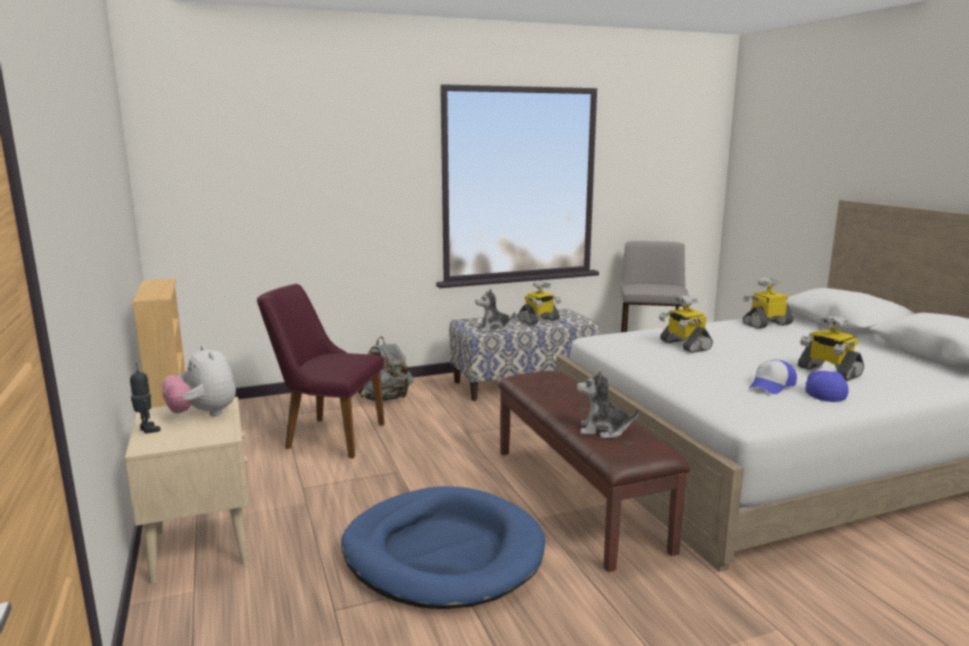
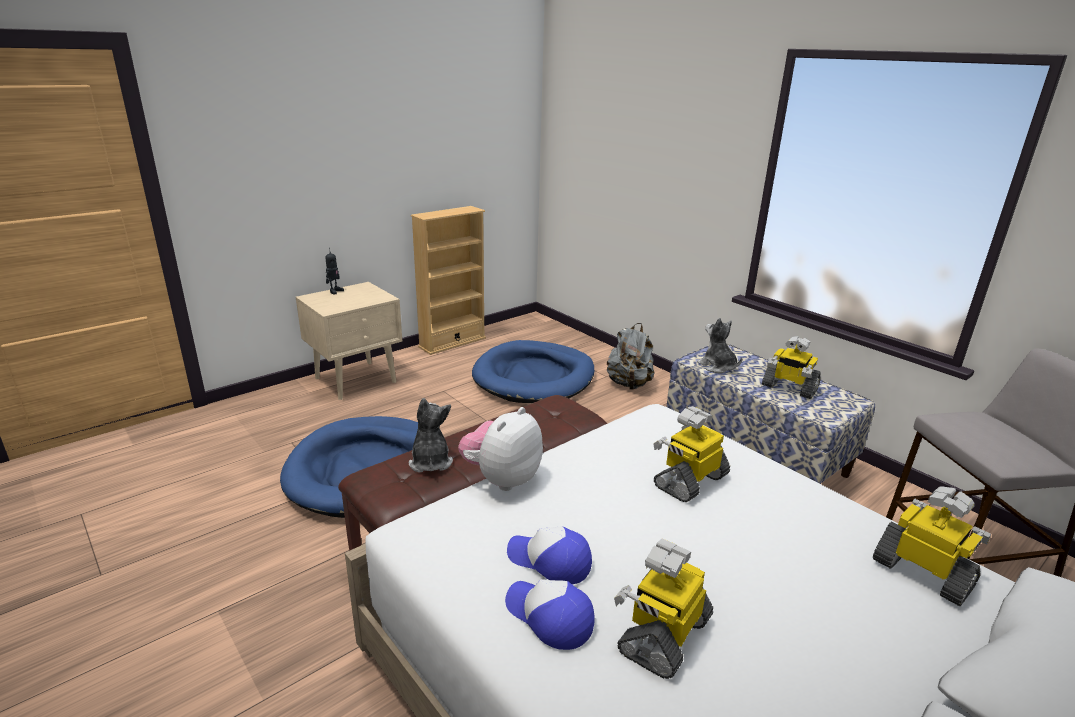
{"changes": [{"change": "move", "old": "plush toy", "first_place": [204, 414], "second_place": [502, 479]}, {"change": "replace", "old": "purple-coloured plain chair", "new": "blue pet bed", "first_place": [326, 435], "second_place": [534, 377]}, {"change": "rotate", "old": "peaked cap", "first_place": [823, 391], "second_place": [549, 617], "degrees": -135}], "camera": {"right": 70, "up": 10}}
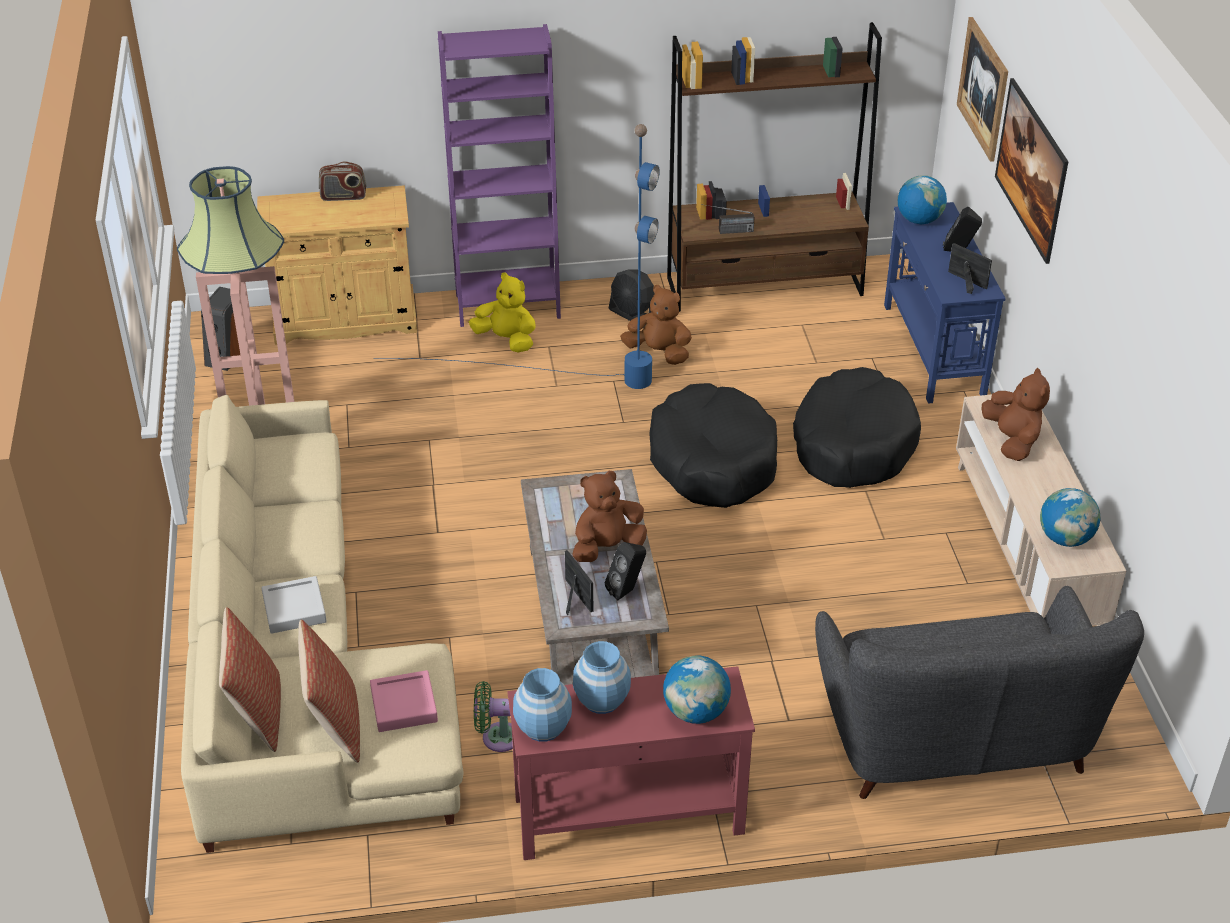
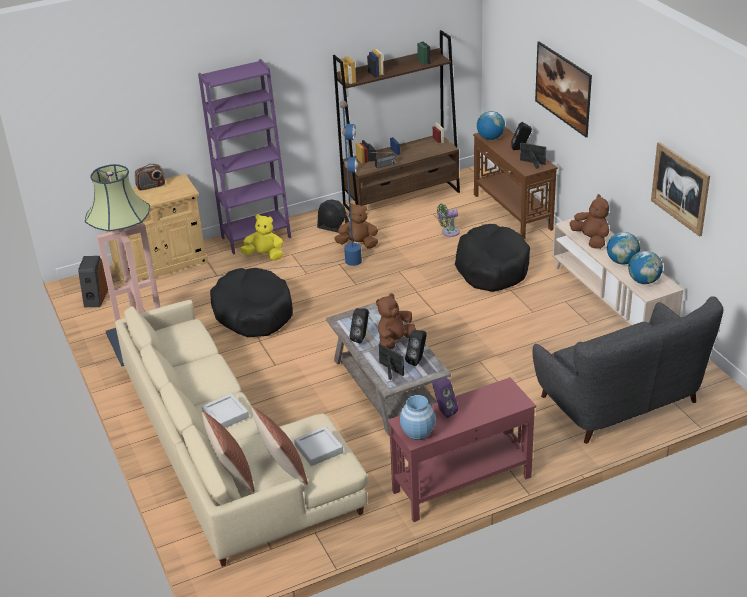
{"changes": [{"change": "insert", "new": "black loudspeaker", "second_place": [361, 338]}, {"change": "move", "old": "green-coloured electric fan", "first_place": [496, 737], "second_place": [448, 232]}, {"change": "move", "old": "black pet bed", "first_place": [713, 461], "second_place": [253, 312]}, {"change": "move", "old": "desk globe", "first_place": [696, 712], "second_place": [622, 261]}, {"change": "move", "old": "picture", "first_place": [983, 88], "second_place": [680, 188]}, {"change": "replace", "old": "blue flower vase", "new": "purple-coloured loudspeaker", "first_place": [601, 700], "second_place": [443, 411]}, {"change": "recolor", "old": "pink-coloured serving tray", "new": "gray serving tray", "first_place": [404, 705], "second_place": [319, 449]}, {"change": "recolor", "old": "blue console table", "new": "brown console table", "first_place": [933, 350], "second_place": [512, 212]}], "camera": {"right": -15, "up": -5}}
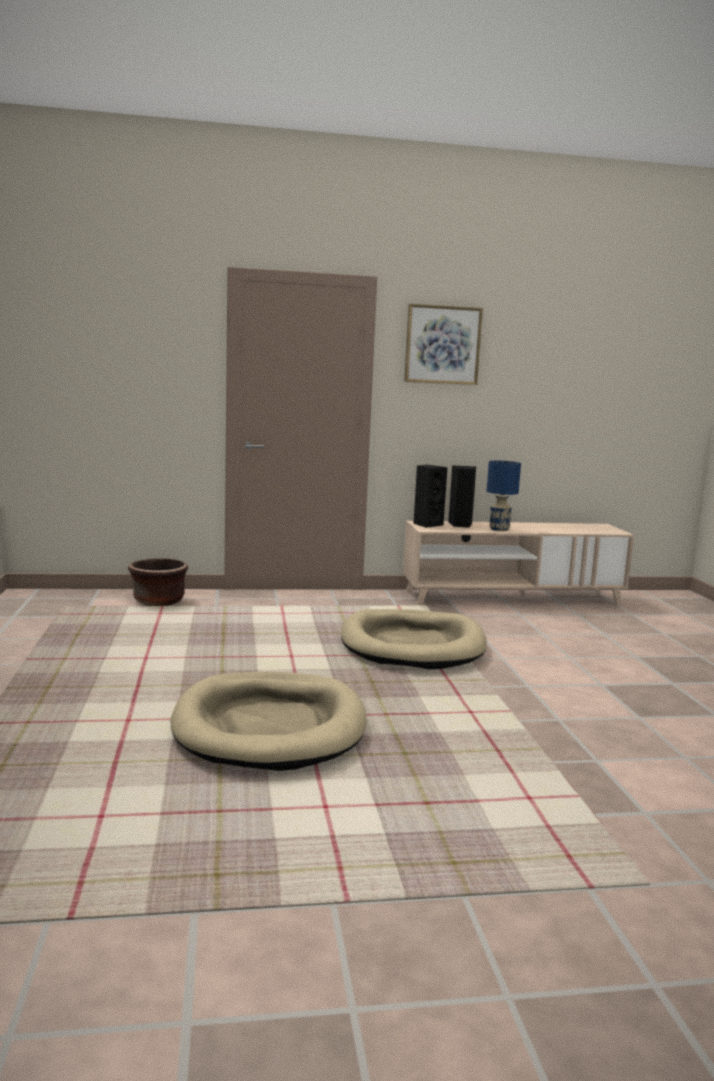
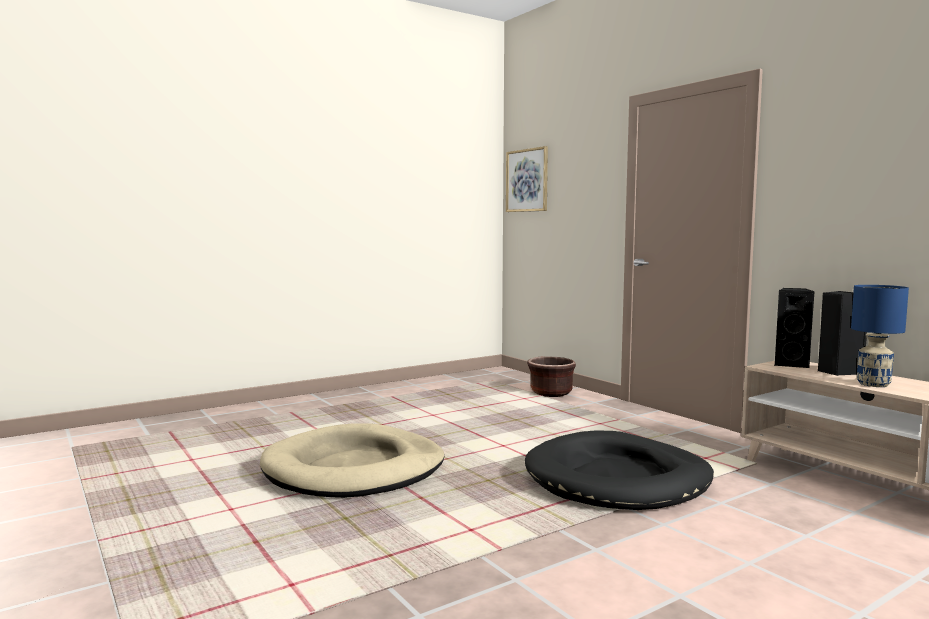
{"changes": [{"change": "move", "old": "picture", "first_place": [442, 345], "second_place": [527, 180]}, {"change": "recolor", "old": "beige-coloured pet bed", "new": "black pet bed", "first_place": [412, 645], "second_place": [617, 479]}], "camera": {"right": 65, "up": -5}}
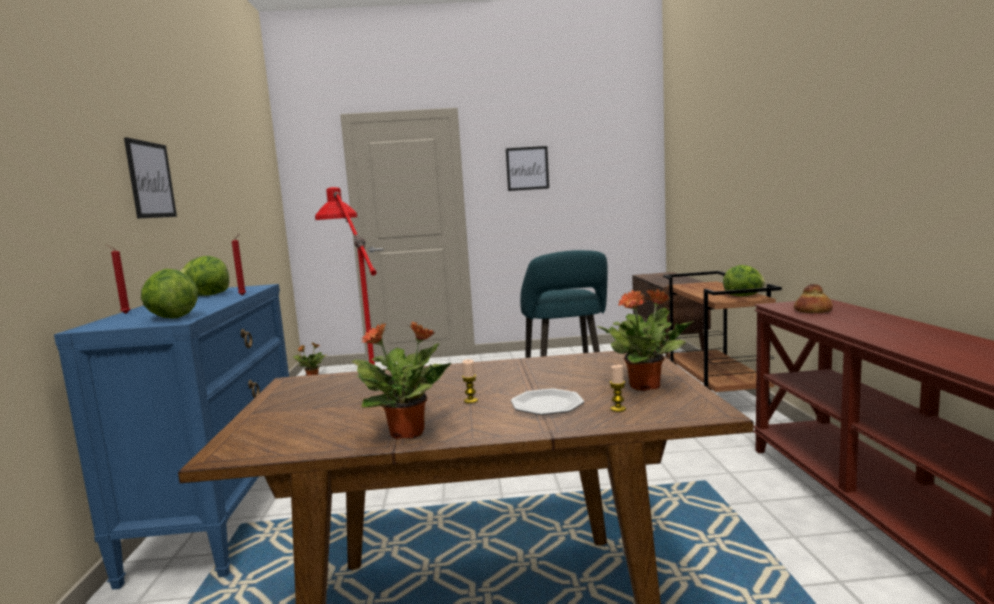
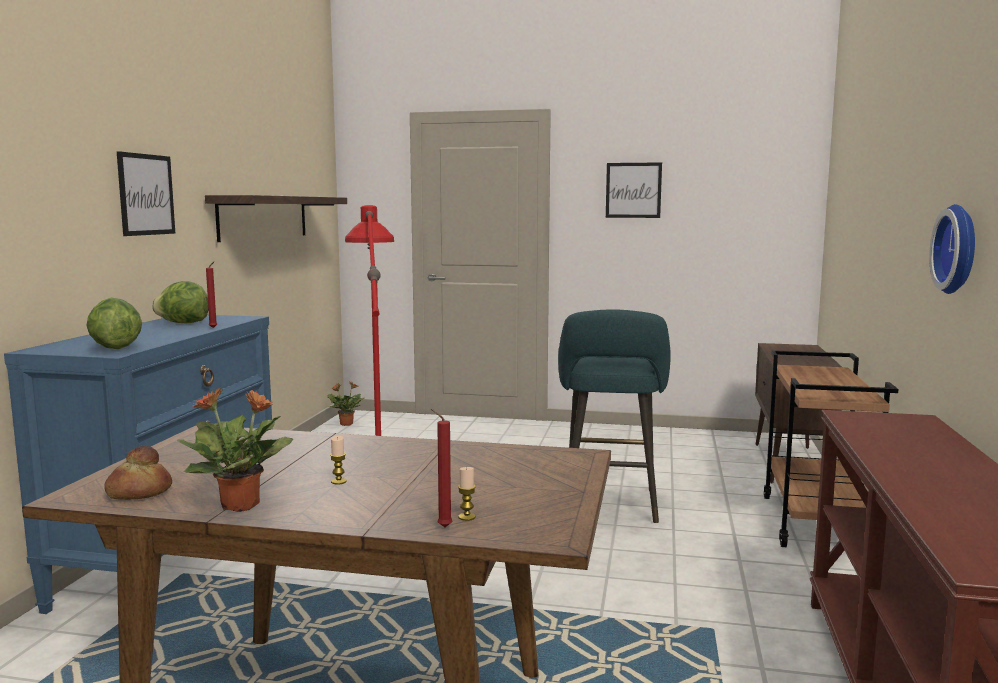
{"changes": [{"change": "delete", "old": "flat dish", "first_place": [548, 405]}, {"change": "delete", "old": "potted plant", "first_place": [645, 386]}, {"change": "delete", "old": "lettuce", "first_place": [744, 296]}, {"change": "insert", "new": "shelf", "second_place": [264, 217]}, {"change": "insert", "new": "clock on the wall", "second_place": [960, 249]}, {"change": "move", "old": "reddish wax candle", "first_place": [124, 313], "second_place": [442, 527]}, {"change": "move", "old": "bread", "first_place": [813, 311], "second_place": [138, 492]}], "camera": {"right": 15, "up": 0}}
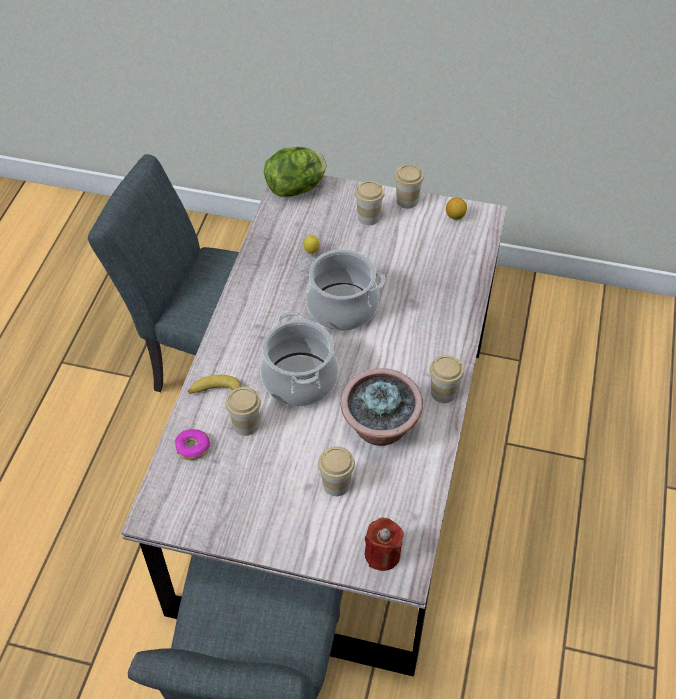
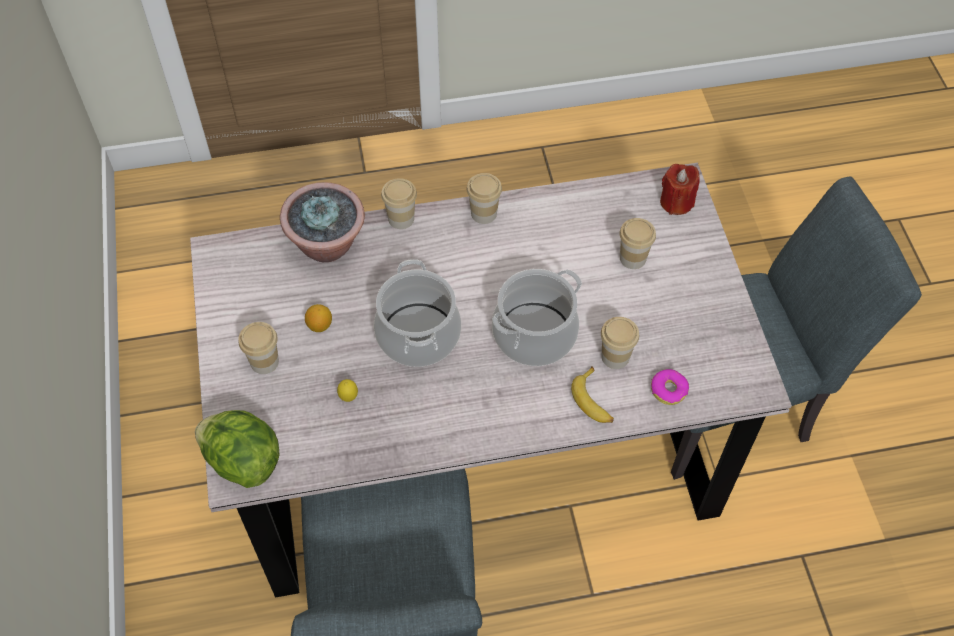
{"changes": [{"change": "move", "old": "potted plant", "first_place": [380, 429], "second_place": [327, 245]}, {"change": "move", "old": "small cup", "first_place": [407, 201], "second_place": [401, 219]}, {"change": "move", "old": "lemon", "first_place": [455, 216], "second_place": [319, 325]}], "camera": {"right": -115, "up": 5}}
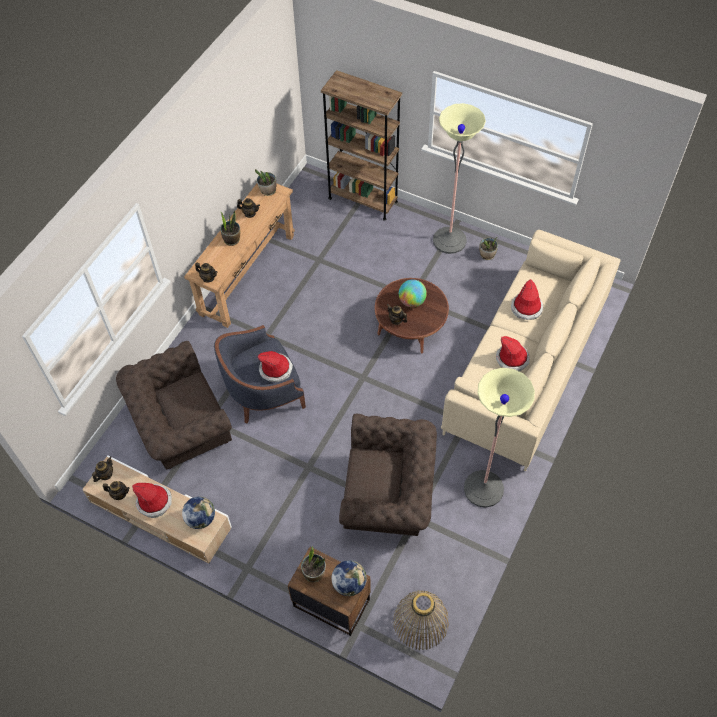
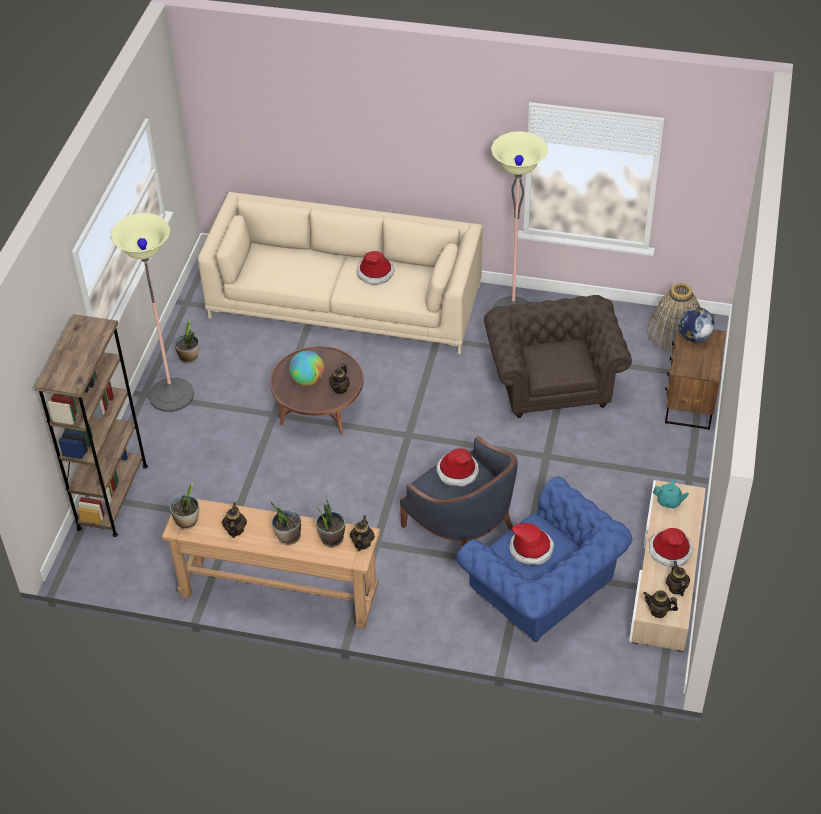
{"changes": [{"change": "move", "old": "potted plant", "first_place": [314, 573], "second_place": [331, 538]}, {"change": "move", "old": "hat", "first_place": [526, 308], "second_place": [531, 549]}, {"change": "replace", "old": "desk globe", "new": "turquoise-coloured teapot", "first_place": [201, 518], "second_place": [669, 502]}, {"change": "recolor", "old": "brown easy chair", "new": "blue easy chair", "first_place": [181, 427], "second_place": [543, 592]}], "camera": {"right": -105, "up": -10}}
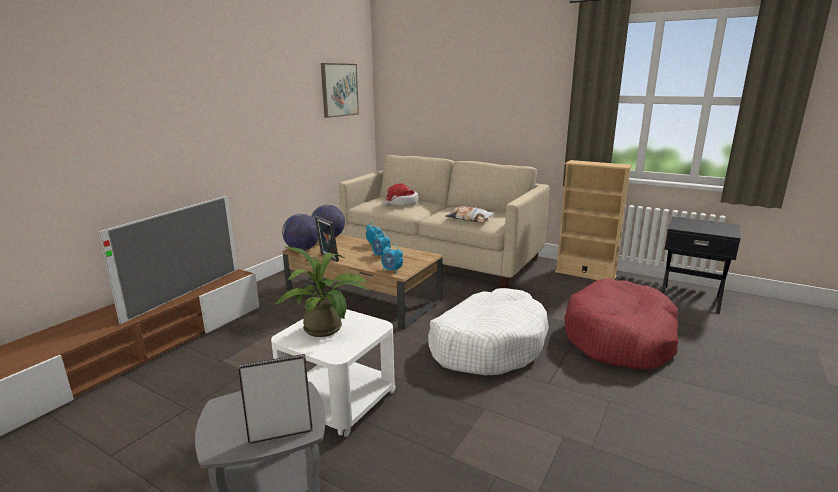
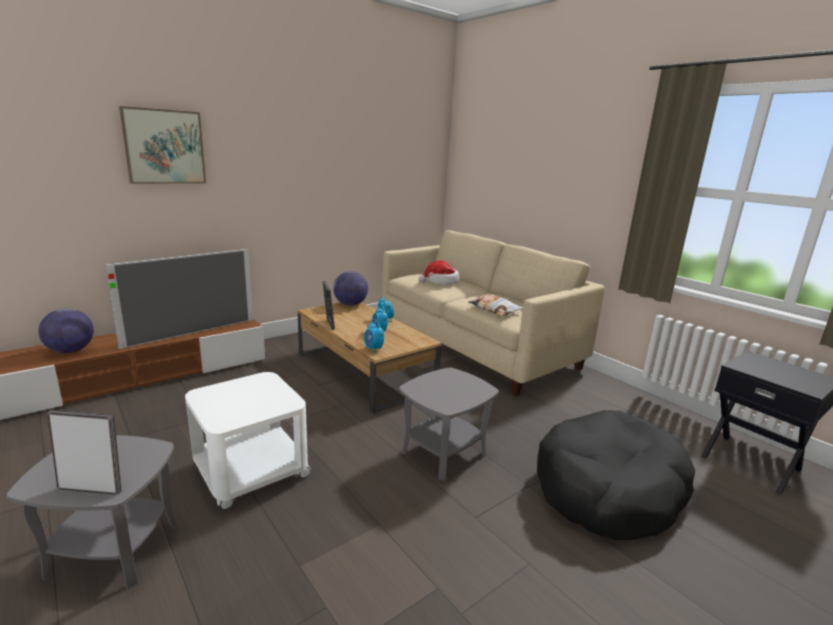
{"changes": [{"change": "delete", "old": "potted plant", "first_place": [326, 330]}, {"change": "delete", "old": "beige-coloured shelving unit", "first_place": [585, 274]}, {"change": "move", "old": "desk globe", "first_place": [302, 249], "second_place": [70, 351]}, {"change": "move", "old": "picture", "first_place": [339, 90], "second_place": [164, 147]}, {"change": "replace", "old": "white-coloured pet bed", "new": "gray end table", "first_place": [487, 345], "second_place": [444, 453]}, {"change": "recolor", "old": "reddish pet bed", "new": "black pet bed", "first_place": [620, 338], "second_place": [608, 489]}], "camera": {"right": 20, "up": 0}}
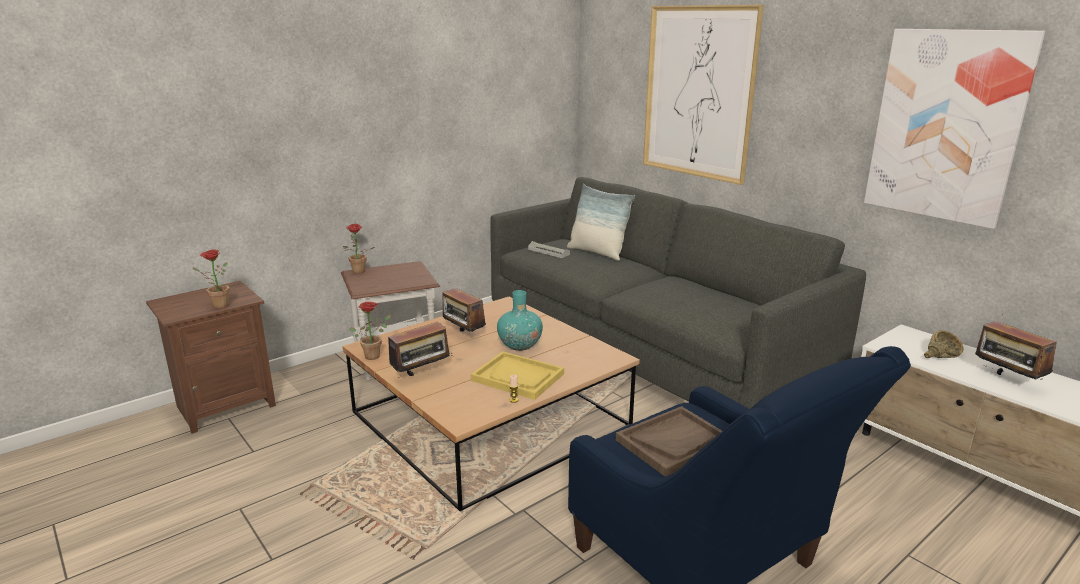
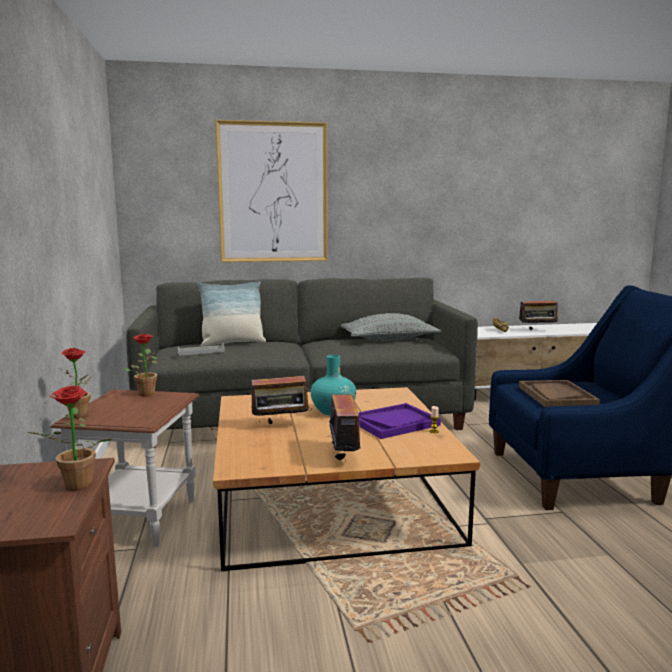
{"changes": [{"change": "delete", "old": "picture", "first_place": [946, 126]}, {"change": "insert", "new": "gray throw pillow", "second_place": [389, 340]}, {"change": "move", "old": "potted plant", "first_place": [374, 355], "second_place": [146, 393]}, {"change": "recolor", "old": "yellow-coloured serving tray", "new": "purple-coloured serving tray", "first_place": [518, 377], "second_place": [394, 423]}], "camera": {"right": -60, "up": -10}}
